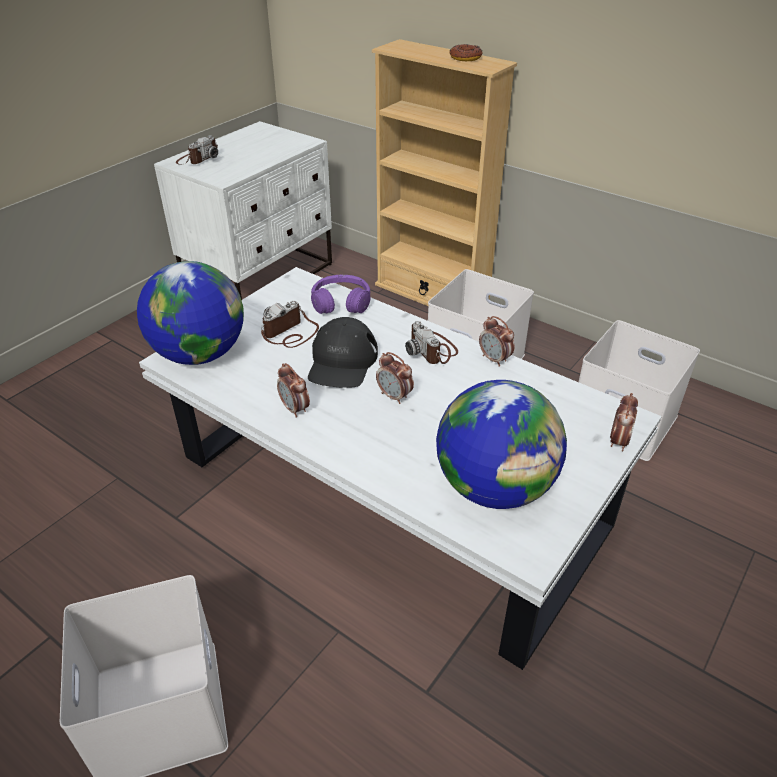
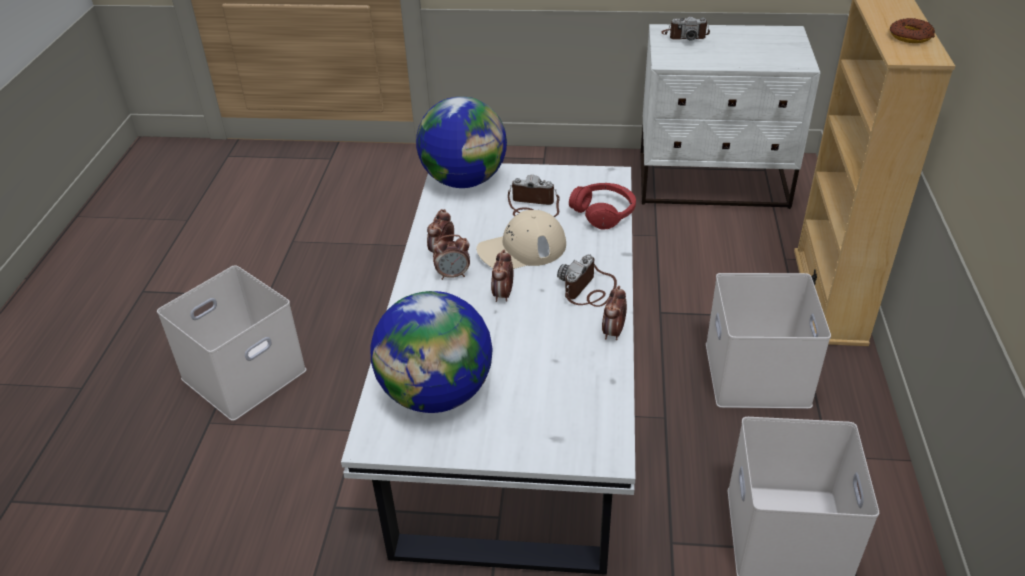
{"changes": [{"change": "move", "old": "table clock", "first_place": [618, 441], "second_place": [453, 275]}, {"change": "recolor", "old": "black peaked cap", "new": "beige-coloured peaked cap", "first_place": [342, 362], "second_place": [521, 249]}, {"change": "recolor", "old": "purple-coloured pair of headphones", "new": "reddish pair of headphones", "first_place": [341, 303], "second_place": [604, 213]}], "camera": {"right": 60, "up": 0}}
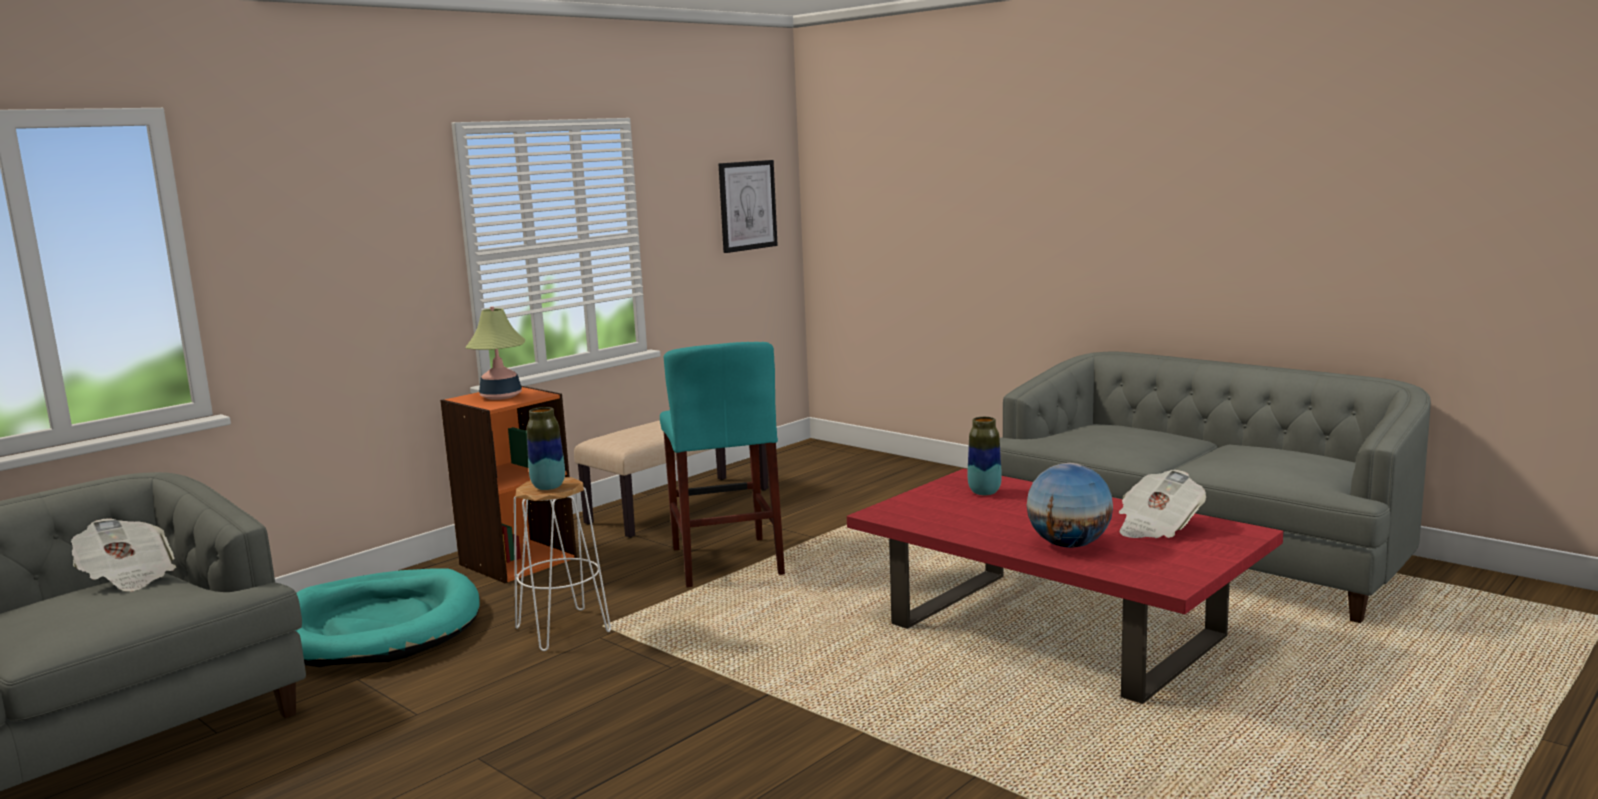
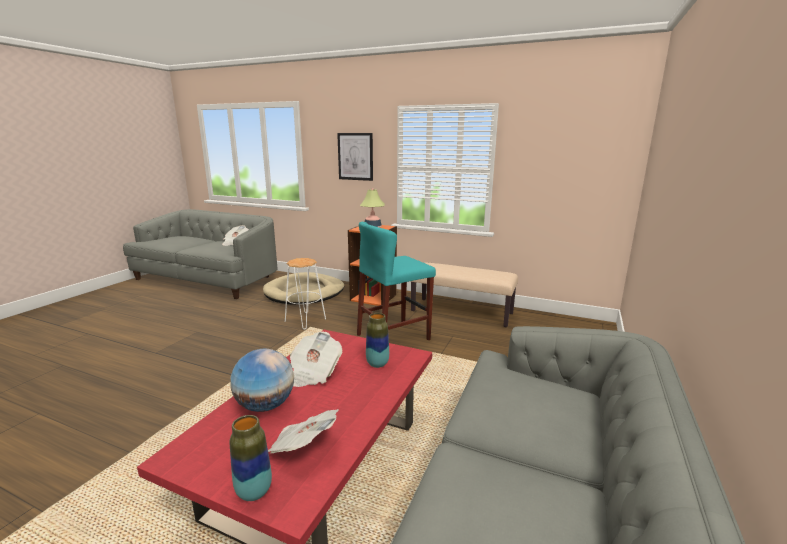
{"changes": [{"change": "insert", "new": "newspaper", "second_place": [313, 372]}, {"change": "move", "old": "flower vase", "first_place": [548, 487], "second_place": [254, 492]}, {"change": "move", "old": "picture", "first_place": [747, 205], "second_place": [355, 156]}, {"change": "recolor", "old": "turquoise-coloured pet bed", "new": "beige-coloured pet bed", "first_place": [378, 627], "second_place": [305, 292]}], "camera": {"right": 70, "up": 5}}
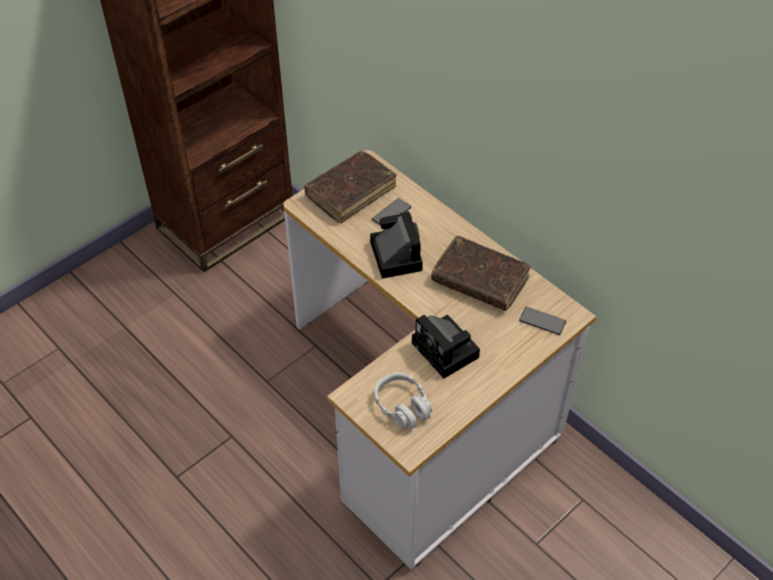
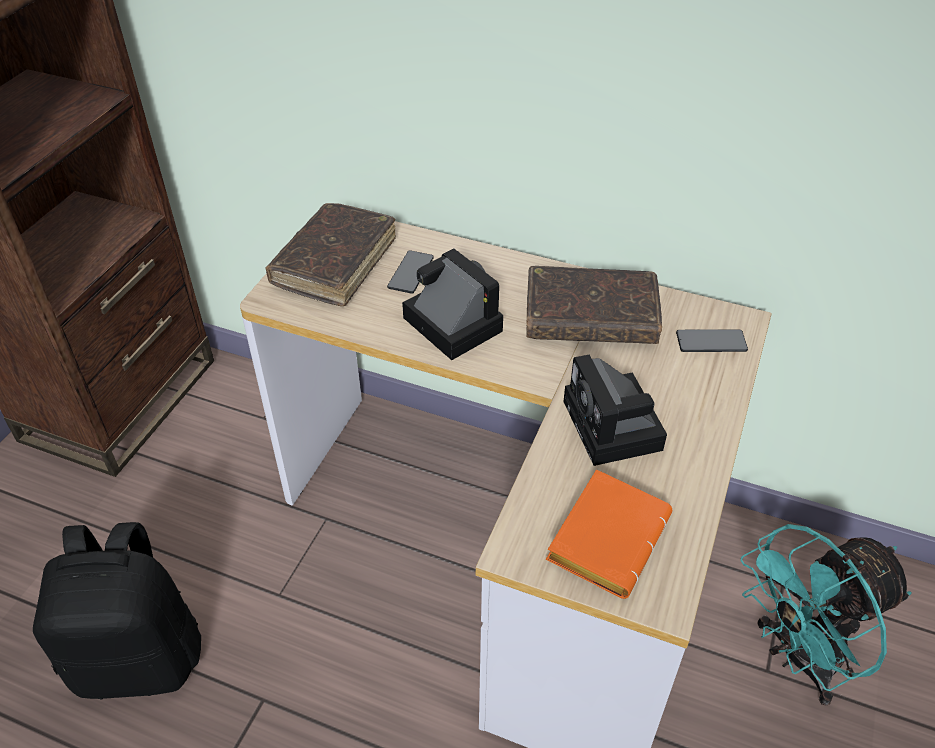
{"changes": [{"change": "insert", "new": "black knapsack", "second_place": [141, 657]}, {"change": "insert", "new": "turquoise-coloured electric fan", "second_place": [797, 658]}, {"change": "replace", "old": "gray pair of headphones", "new": "orange-coloured book", "first_place": [402, 406], "second_place": [606, 536]}, {"change": "rotate", "old": "still camera", "first_place": [447, 352], "second_place": [614, 428], "degrees": 45}], "camera": {"right": -25, "up": -5}}
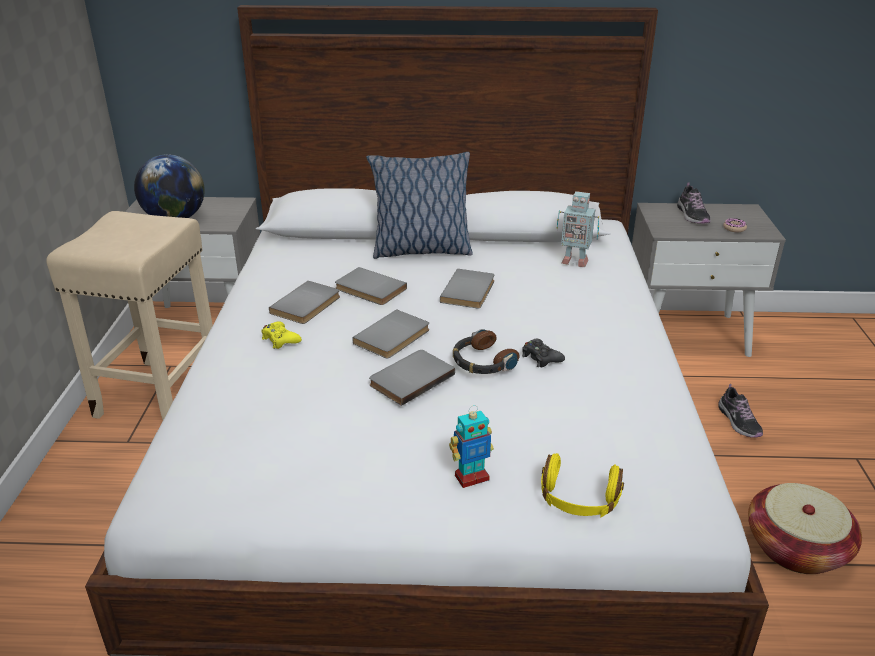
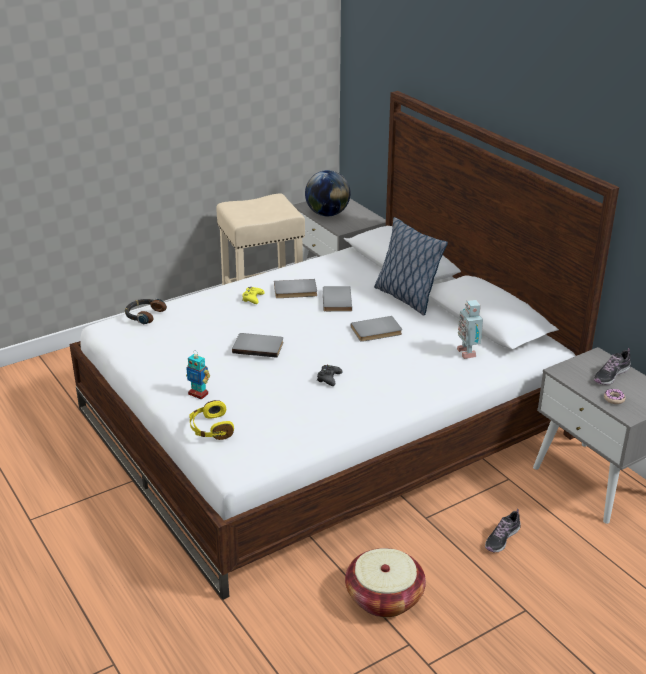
{"changes": [{"change": "delete", "old": "gray book", "first_place": [394, 337]}, {"change": "move", "old": "pair of headphones", "first_place": [482, 362], "second_place": [144, 315]}], "camera": {"right": 55, "up": 0}}
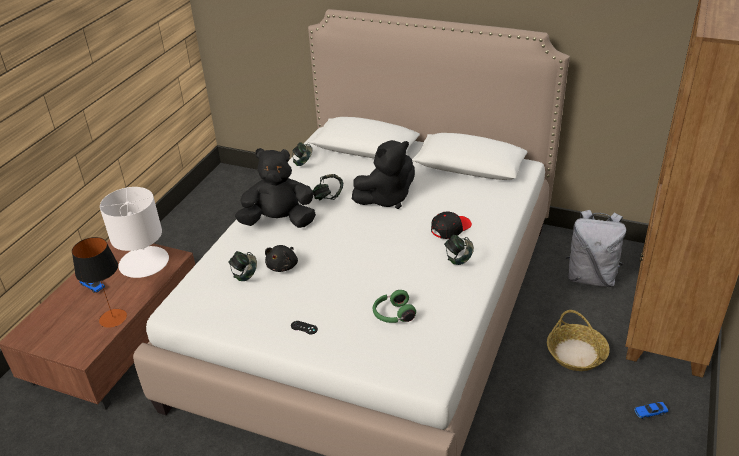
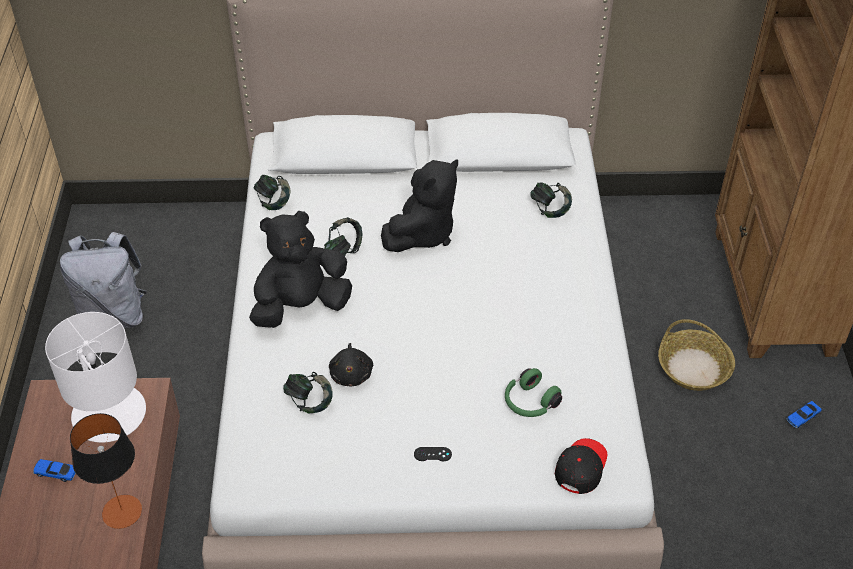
{"changes": [{"change": "move", "old": "black peaked cap", "first_place": [450, 228], "second_place": [581, 468]}, {"change": "move", "old": "pair of headphones", "first_place": [458, 259], "second_place": [550, 209]}, {"change": "move", "old": "gray knapsack", "first_place": [591, 277], "second_place": [114, 315]}], "camera": {"right": -25, "up": 10}}
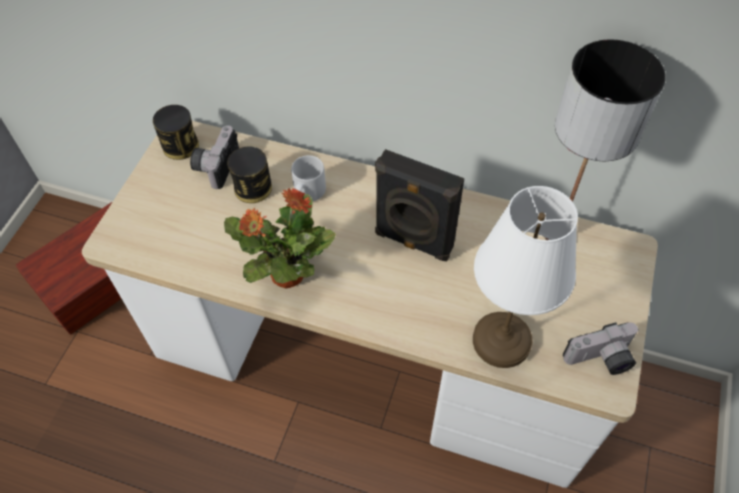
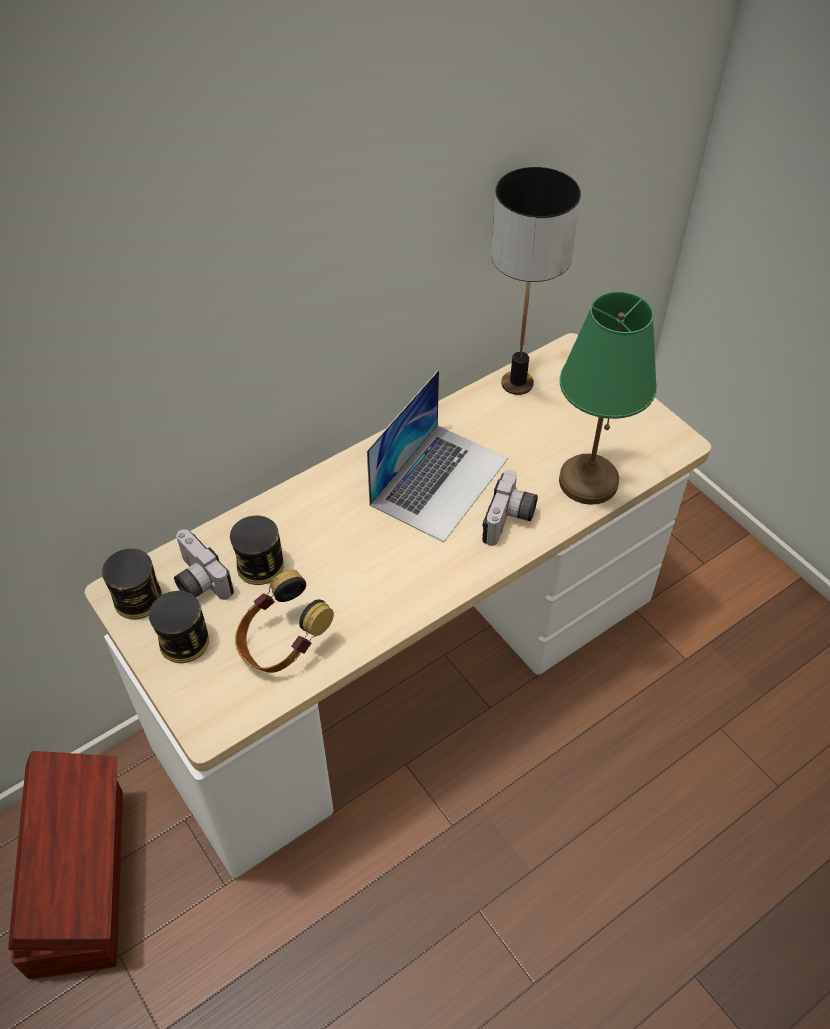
{"changes": [{"change": "delete", "old": "potted plant", "first_place": [286, 274]}, {"change": "delete", "old": "gray coffee mug", "first_place": [308, 193]}, {"change": "insert", "new": "metal can", "second_place": [184, 641]}, {"change": "insert", "new": "pair of headphones", "second_place": [282, 644]}, {"change": "move", "old": "still camera", "first_place": [600, 360], "second_place": [510, 521]}, {"change": "replace", "old": "black loudspeaker", "new": "laptop", "first_place": [413, 242], "second_place": [439, 480]}, {"change": "recolor", "old": "white-coloured tabletop lamp", "new": "green-coloured tabletop lamp", "first_place": [500, 340], "second_place": [587, 481]}], "camera": {"right": -55, "up": -5}}
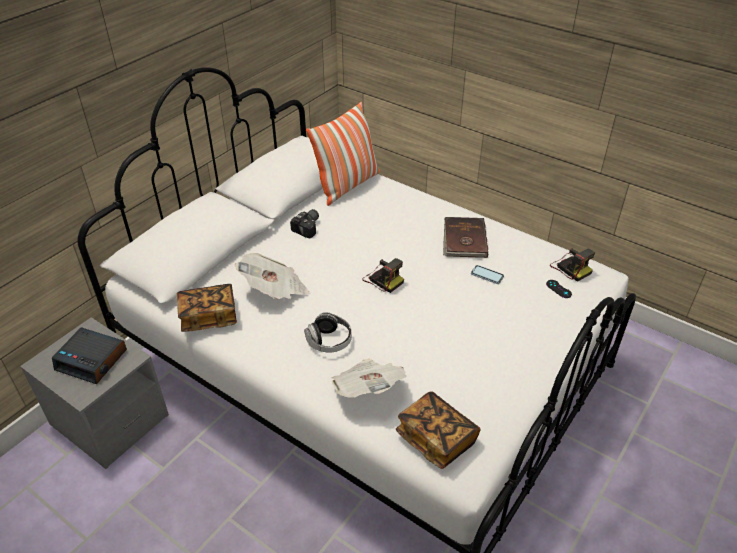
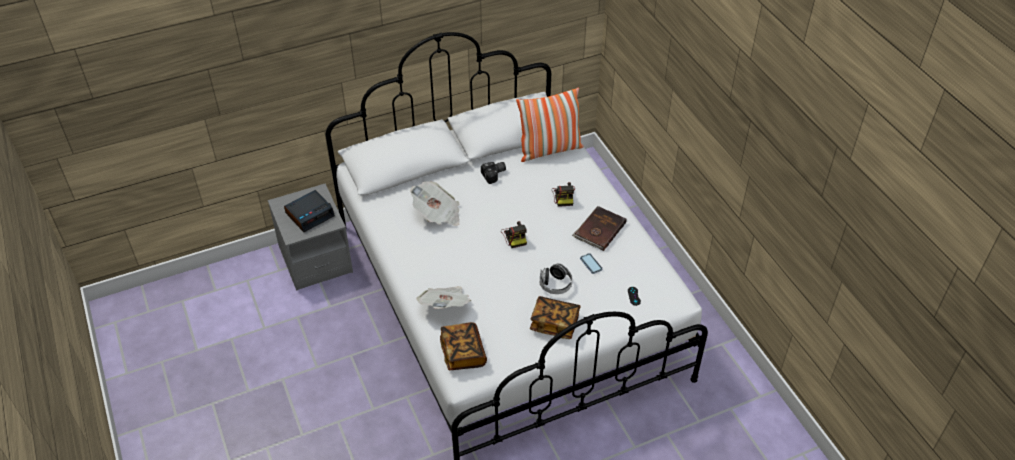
{"changes": [{"change": "move", "old": "book", "first_place": [209, 317], "second_place": [554, 324]}, {"change": "move", "old": "pair of headphones", "first_place": [329, 341], "second_place": [555, 285]}, {"change": "move", "old": "still camera", "first_place": [570, 268], "second_place": [564, 196]}, {"change": "rotate", "old": "table clock", "first_place": [92, 360], "second_place": [310, 214], "degrees": -90}], "camera": {"right": 30, "up": 5}}
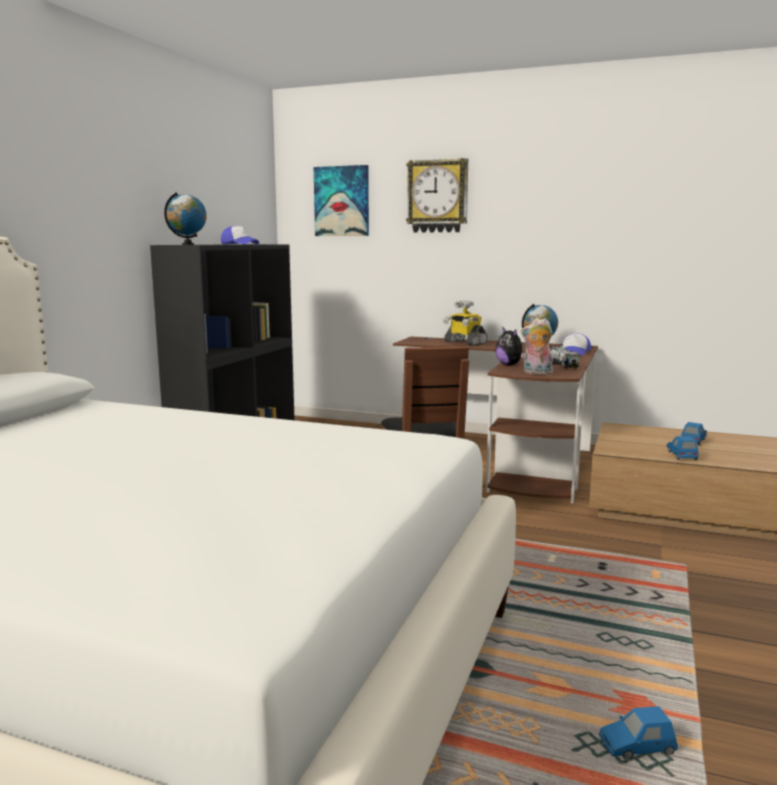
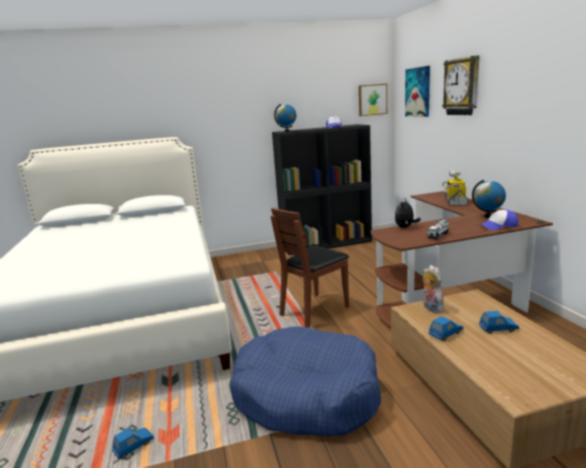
{"changes": [{"change": "insert", "new": "blue pet bed", "second_place": [306, 395]}, {"change": "insert", "new": "picture", "second_place": [372, 100]}, {"change": "move", "old": "plush toy", "first_place": [536, 373], "second_place": [431, 308]}, {"change": "rotate", "old": "blue miniature car", "first_place": [637, 746], "second_place": [134, 446], "degrees": 90}], "camera": {"right": 55, "up": 5}}
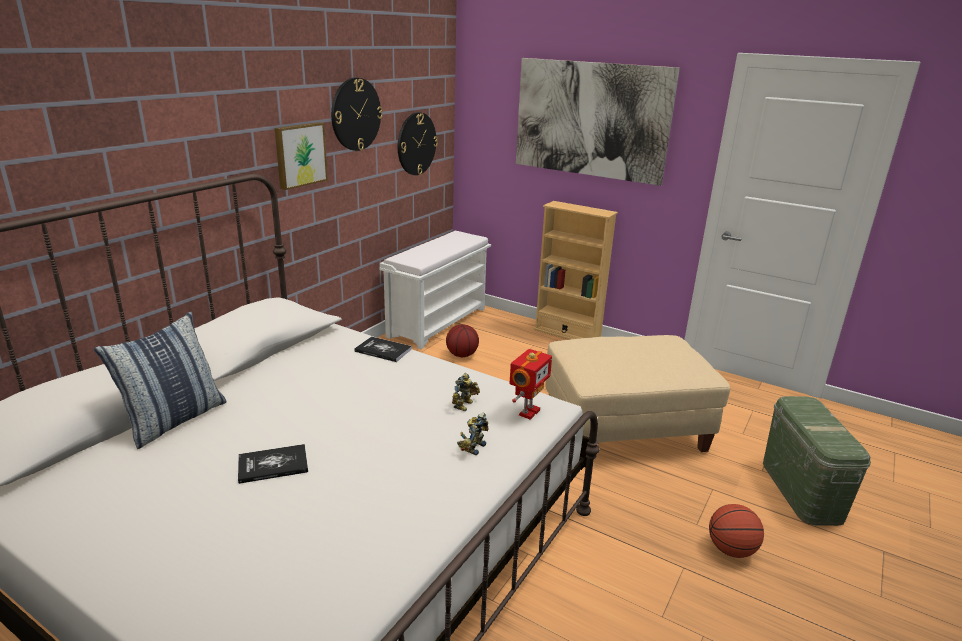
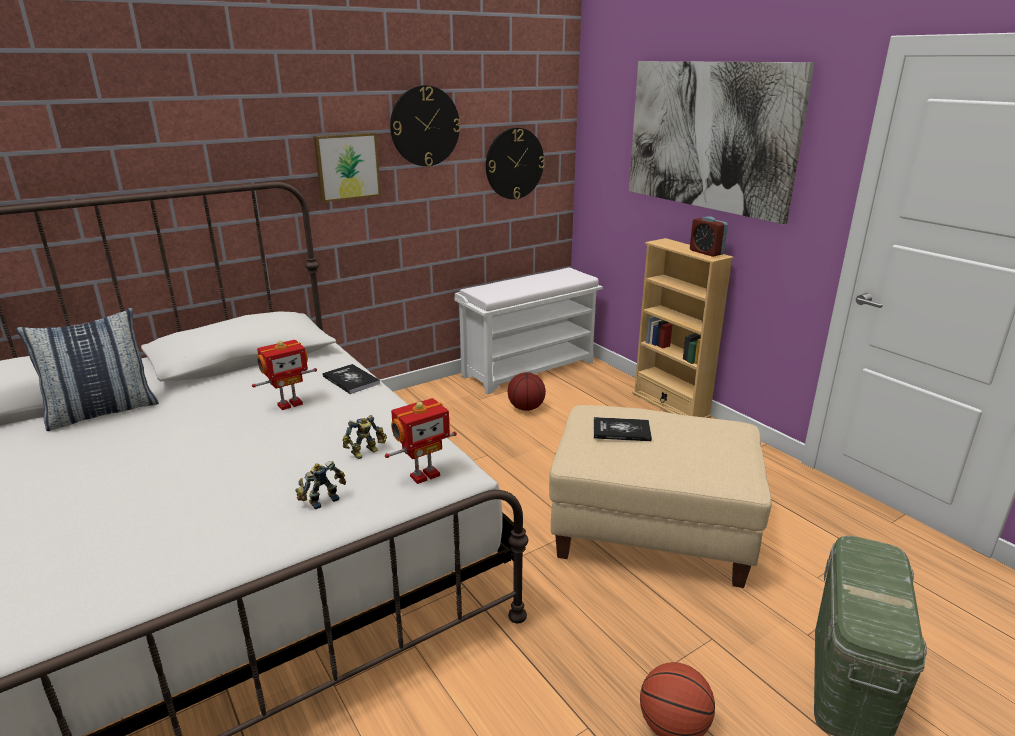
{"changes": [{"change": "insert", "new": "robot figure", "second_place": [289, 404]}, {"change": "insert", "new": "table clock", "second_place": [706, 252]}, {"change": "move", "old": "book", "first_place": [273, 465], "second_place": [621, 430]}], "camera": {"right": 25, "up": 0}}
